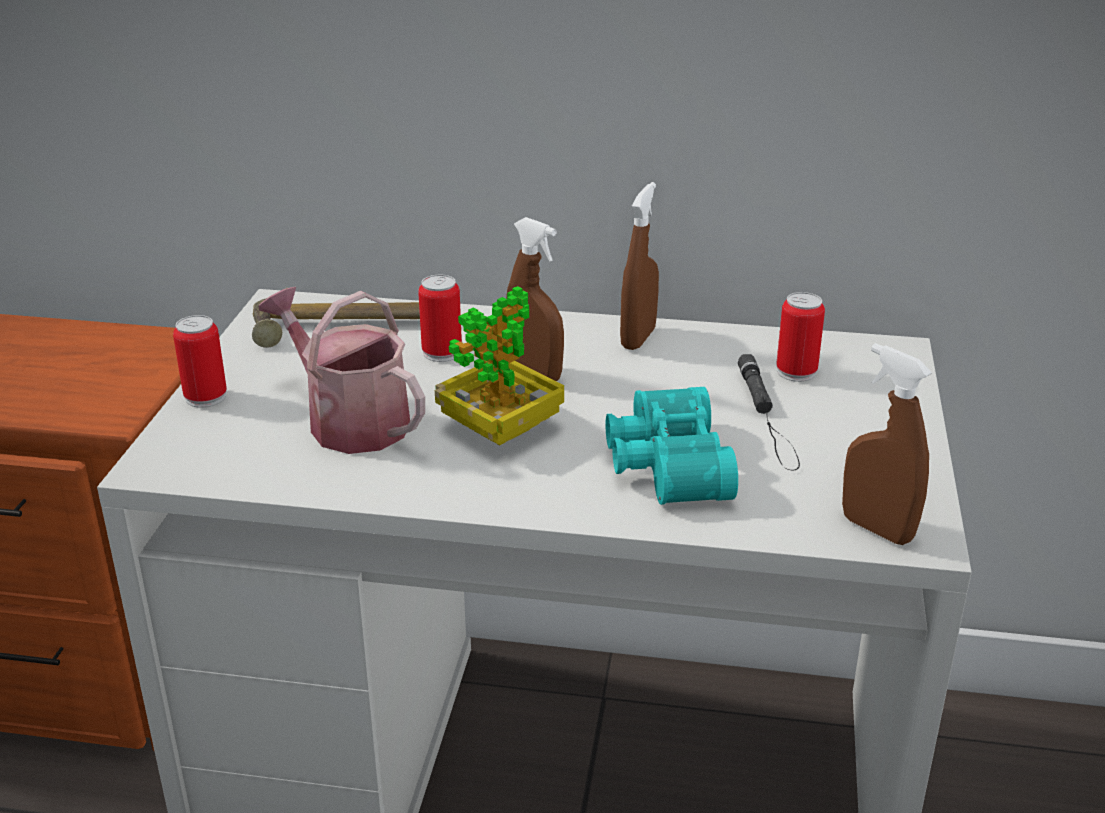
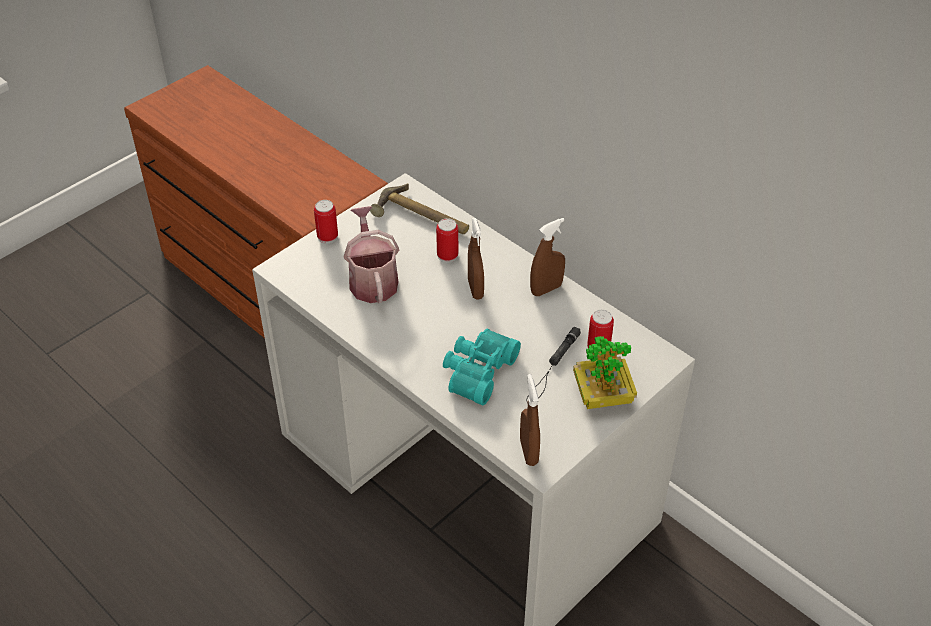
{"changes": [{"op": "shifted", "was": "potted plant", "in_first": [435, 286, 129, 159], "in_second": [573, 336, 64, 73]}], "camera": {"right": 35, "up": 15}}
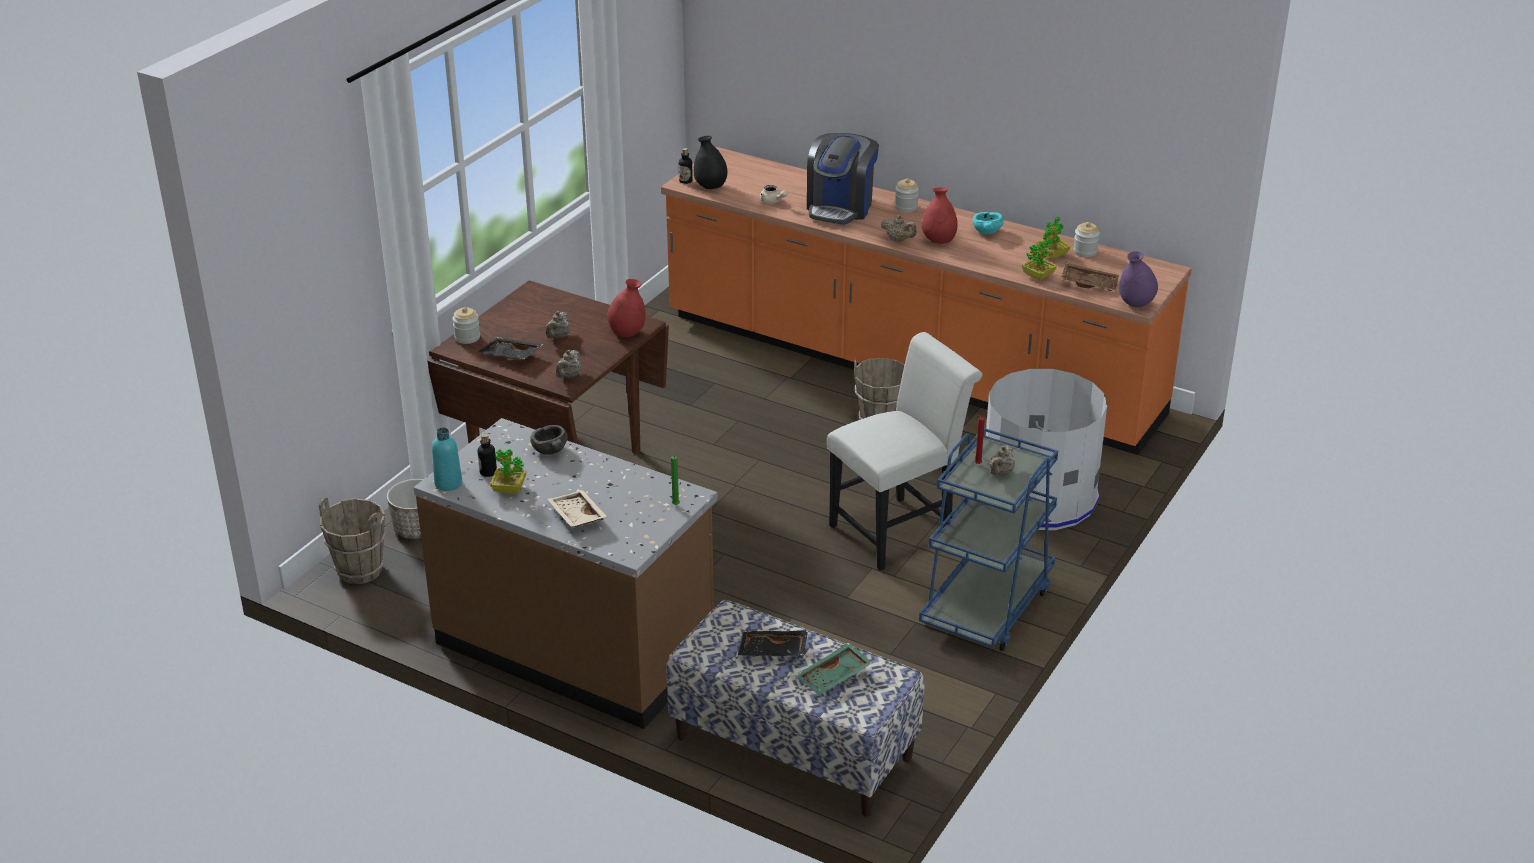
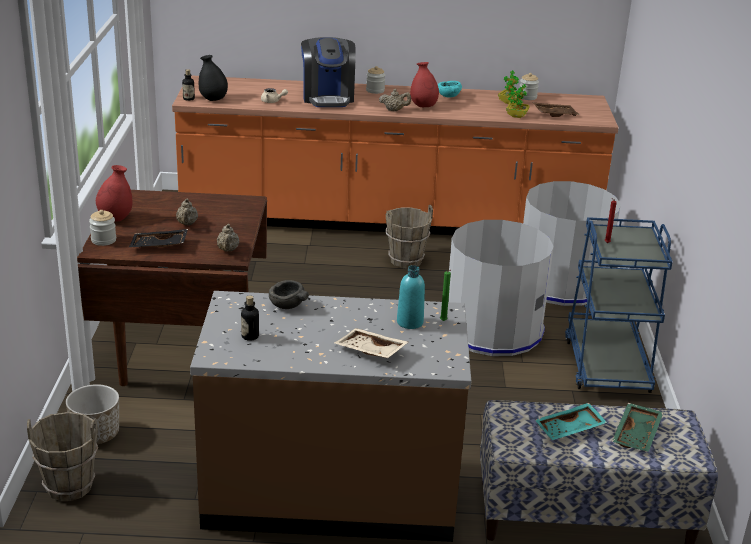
{"changes": [{"op": "shifted", "was": "bottle (turquoise)", "in_first": [432, 427, 30, 64], "in_second": [397, 265, 28, 64]}, {"op": "gone", "was": "potted plant", "in_first": [490, 449, 36, 45]}, {"op": "shifted", "was": "vase (red)", "in_first": [607, 279, 38, 58], "in_second": [96, 165, 36, 57]}, {"op": "repainted", "was": "tray (black)", "now": "tray (turquoise)", "in_first": [738, 630, 70, 27], "in_second": [535, 403, 72, 37]}, {"op": "swapped", "was": "chair (white)", "now": "trash can (grey)", "in_first": [827, 332, 156, 239], "in_second": [448, 220, 106, 136]}, {"op": "gone", "was": "teapot (beige)", "in_first": [989, 445, 26, 31]}, {"op": "gone", "was": "vase (purple)", "in_first": [1119, 251, 39, 56]}], "camera": {"right": -30, "up": -5}}
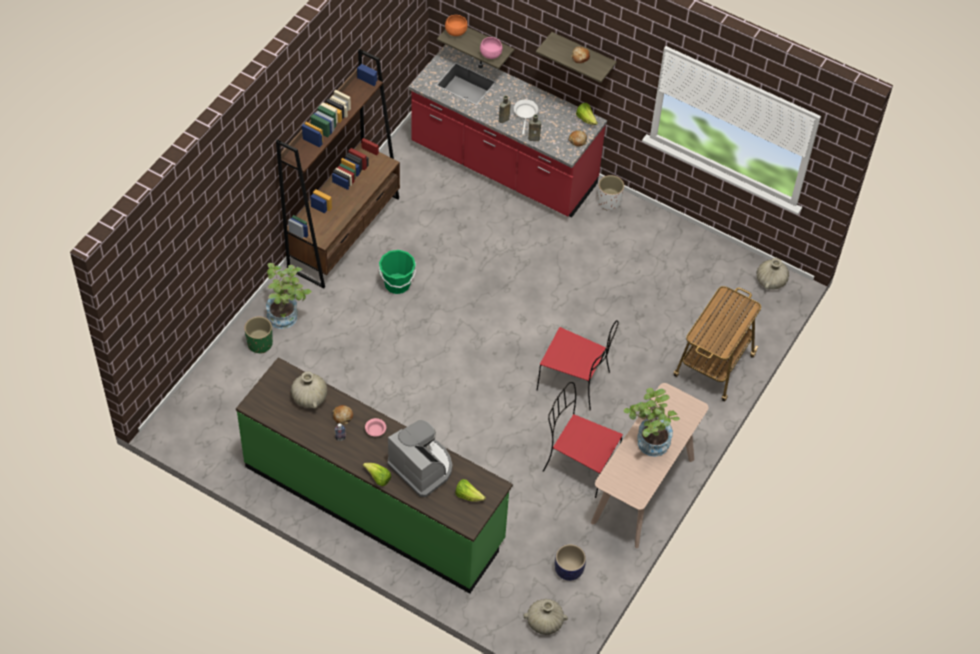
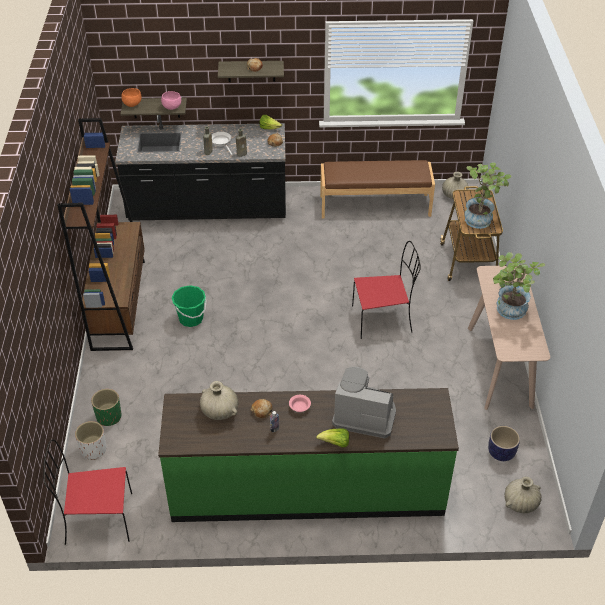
{"changes": [{"op": "shifted", "was": "potted plant", "in_first": [266, 263, 46, 66], "in_second": [465, 162, 46, 67]}, {"op": "repainted", "was": "counter (red)", "now": "counter (black)", "in_first": [408, 44, 199, 174], "in_second": [115, 115, 171, 106]}, {"op": "gone", "was": "lettuce", "in_first": [455, 479, 31, 23]}, {"op": "shifted", "was": "chair (red)", "in_first": [543, 382, 80, 116], "in_second": [43, 439, 89, 106]}, {"op": "shifted", "was": "planter (white)", "in_first": [597, 175, 27, 35], "in_second": [75, 421, 31, 39]}, {"op": "new", "now": "bench (brown)", "in_second": [320, 160, 115, 59]}], "camera": {"right": -30, "up": -10}}
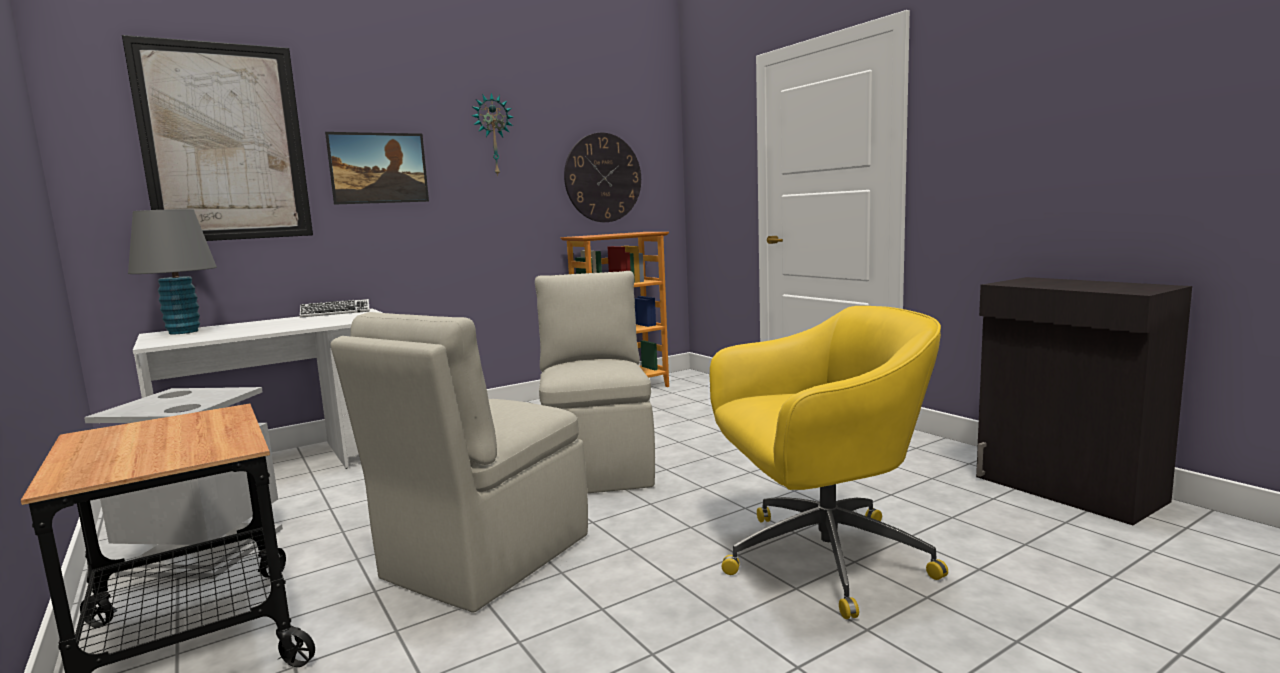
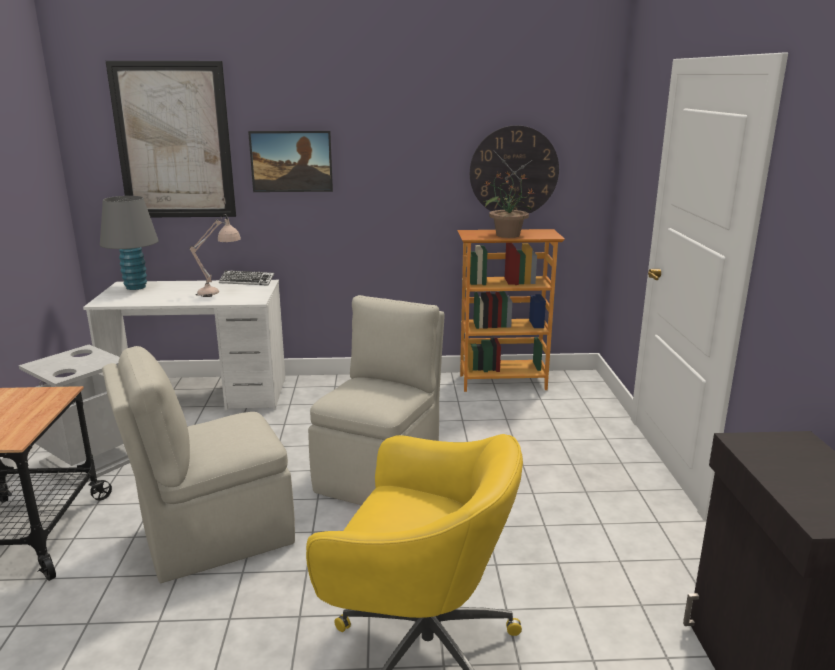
{"changes": [{"op": "gone", "was": "wall clock", "in_first": [471, 93, 42, 84]}, {"op": "new", "now": "table lamp (beige)", "in_second": [190, 214, 51, 83]}, {"op": "new", "now": "potted plant", "in_second": [483, 171, 51, 67]}], "camera": {"right": 30, "up": 10}}
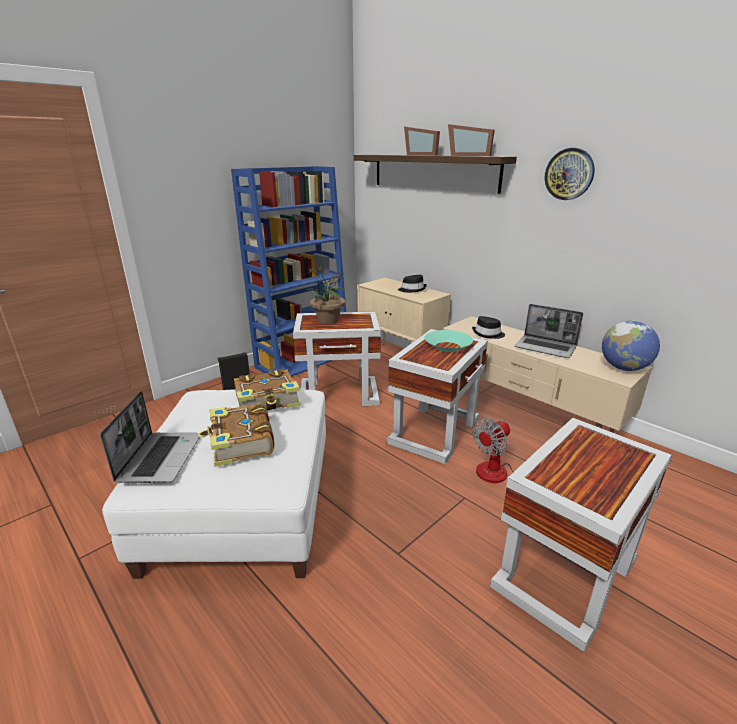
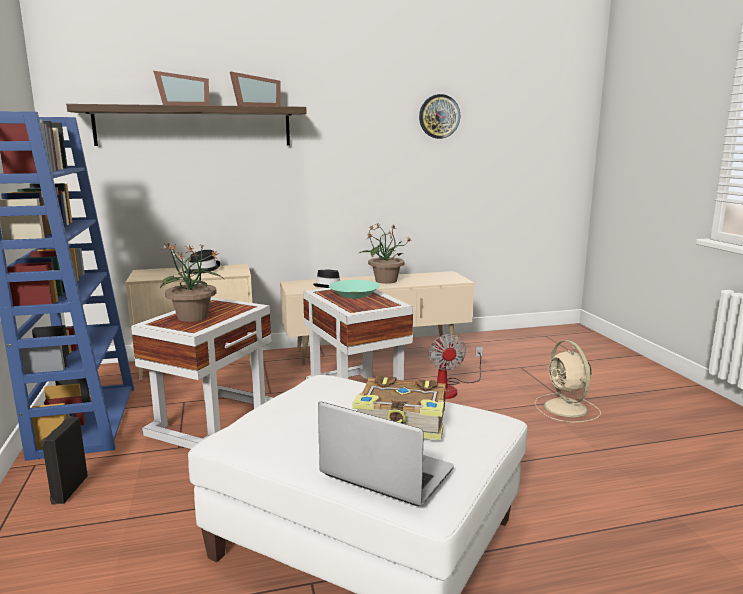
{"changes": [{"op": "gone", "was": "book", "in_first": [234, 369, 67, 41]}, {"op": "swapped", "was": "side table (white)", "now": "fan (beige)", "in_first": [490, 418, 182, 234], "in_second": [534, 340, 67, 82]}, {"op": "swapped", "was": "laptop", "now": "potted plant", "in_first": [515, 304, 68, 54], "in_second": [360, 224, 51, 60]}, {"op": "shifted", "was": "wall clock", "in_first": [544, 148, 51, 52], "in_second": [419, 94, 41, 45]}, {"op": "gone", "was": "globe", "in_first": [602, 320, 58, 51]}], "camera": {"right": -60, "up": -10}}
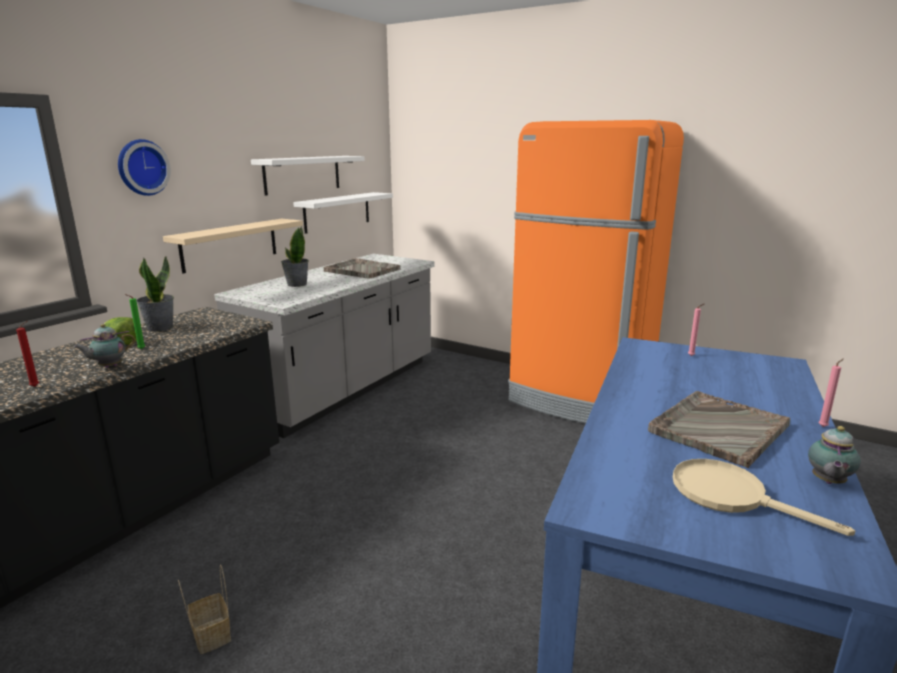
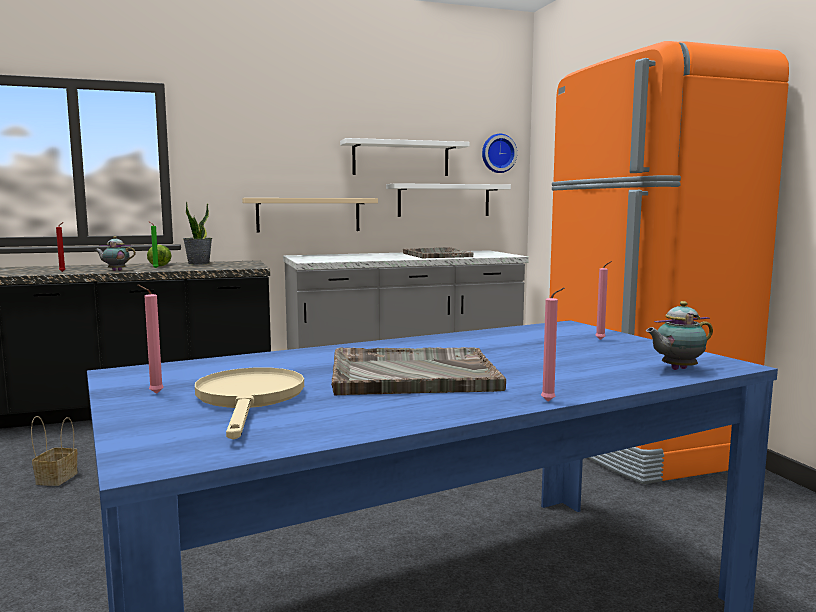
{"changes": [{"op": "shifted", "was": "wall clock", "in_first": [118, 139, 53, 57], "in_second": [482, 134, 35, 39]}, {"op": "gone", "was": "potted plant", "in_first": [281, 226, 28, 61]}, {"op": "shifted", "was": "teapot", "in_first": [808, 426, 53, 58], "in_second": [646, 301, 67, 69]}, {"op": "new", "now": "candle (pink)", "in_second": [137, 284, 27, 110]}], "camera": {"right": 40, "up": -10}}
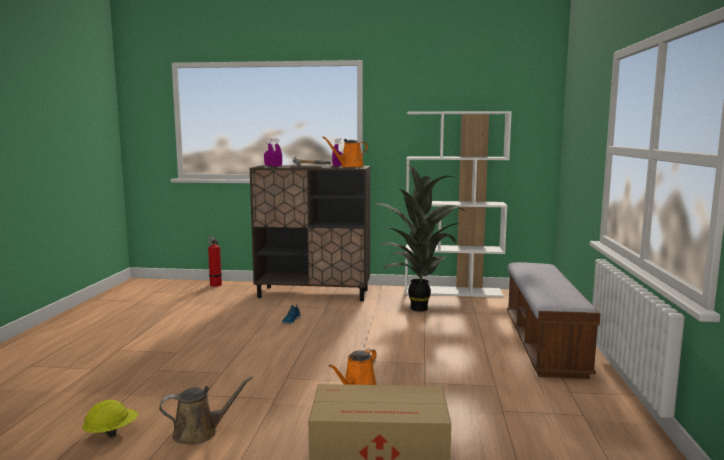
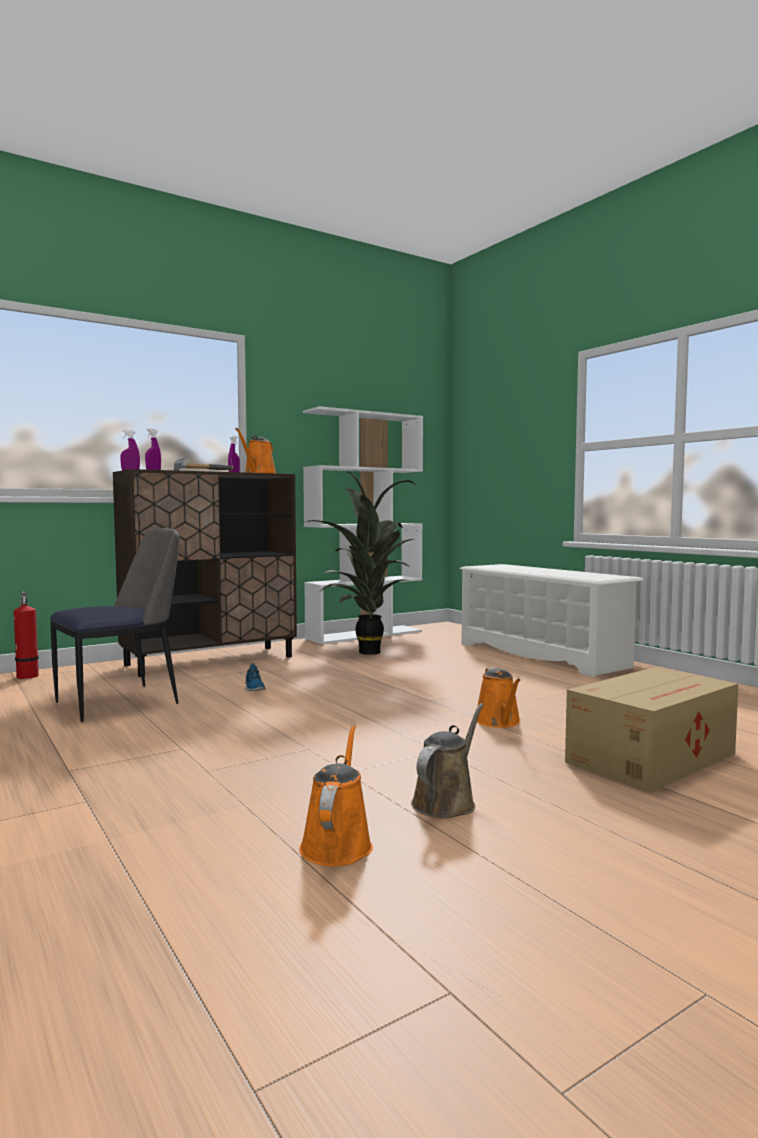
{"changes": [{"op": "swapped", "was": "hard hat (yellow)", "now": "watering can (orange)", "in_first": [82, 400, 56, 38], "in_second": [299, 725, 74, 141]}, {"op": "swapped", "was": "bench", "now": "shoe rack (white)", "in_first": [507, 262, 94, 117], "in_second": [460, 564, 184, 113]}, {"op": "new", "now": "chair", "in_second": [50, 528, 129, 194]}], "camera": {"right": -40, "up": -5}}
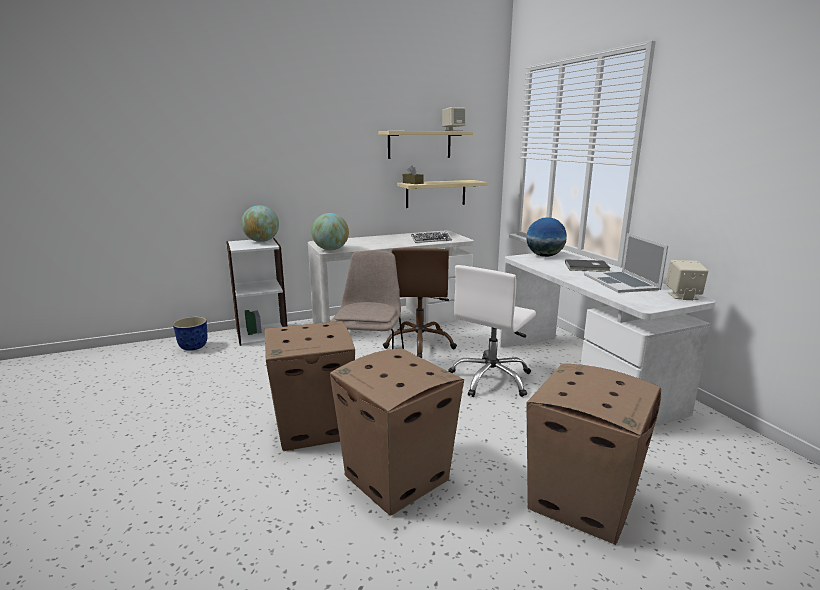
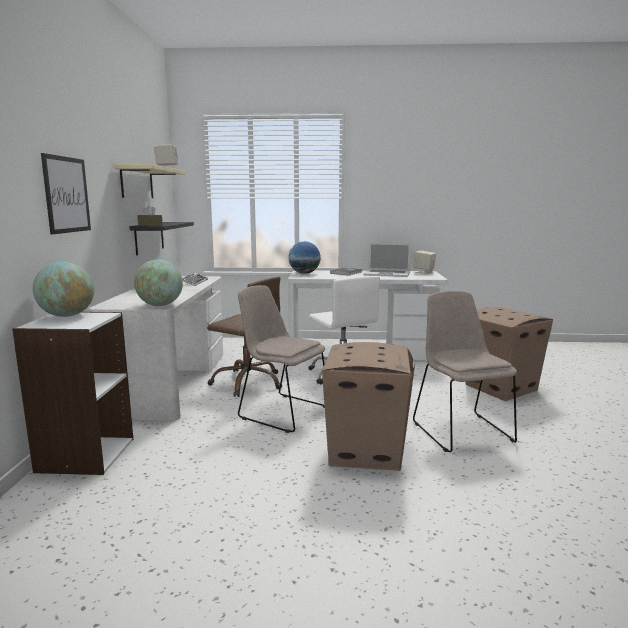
{"changes": [{"op": "gone", "was": "planter", "in_first": [173, 317, 35, 34]}, {"op": "swapped", "was": "cardboard box", "now": "chair (beige)", "in_first": [330, 348, 134, 168], "in_second": [413, 291, 104, 161]}, {"op": "repainted", "was": "shelf (beige)", "now": "shelf (black)", "in_first": [397, 180, 91, 28], "in_second": [129, 222, 65, 33]}, {"op": "new", "now": "picture", "in_second": [41, 153, 50, 81]}], "camera": {"right": -65, "up": -5}}
